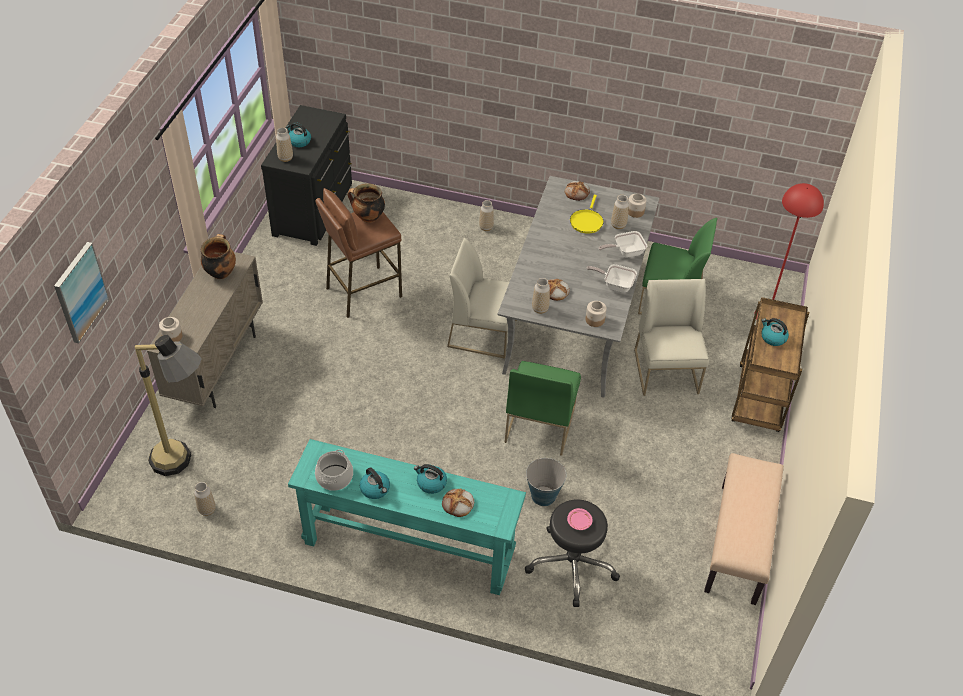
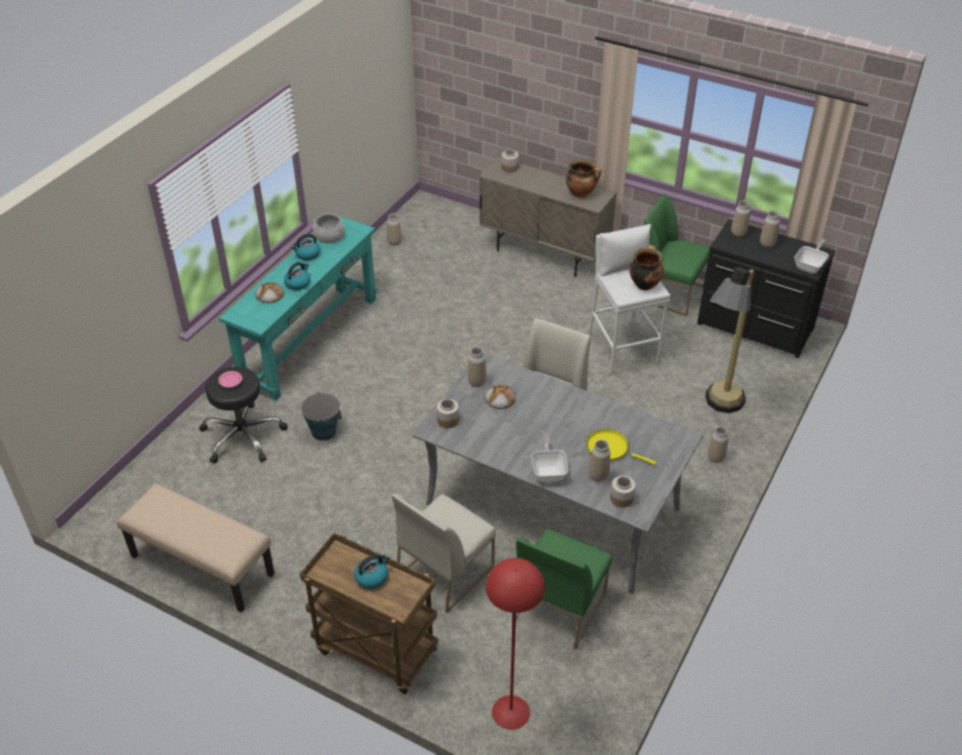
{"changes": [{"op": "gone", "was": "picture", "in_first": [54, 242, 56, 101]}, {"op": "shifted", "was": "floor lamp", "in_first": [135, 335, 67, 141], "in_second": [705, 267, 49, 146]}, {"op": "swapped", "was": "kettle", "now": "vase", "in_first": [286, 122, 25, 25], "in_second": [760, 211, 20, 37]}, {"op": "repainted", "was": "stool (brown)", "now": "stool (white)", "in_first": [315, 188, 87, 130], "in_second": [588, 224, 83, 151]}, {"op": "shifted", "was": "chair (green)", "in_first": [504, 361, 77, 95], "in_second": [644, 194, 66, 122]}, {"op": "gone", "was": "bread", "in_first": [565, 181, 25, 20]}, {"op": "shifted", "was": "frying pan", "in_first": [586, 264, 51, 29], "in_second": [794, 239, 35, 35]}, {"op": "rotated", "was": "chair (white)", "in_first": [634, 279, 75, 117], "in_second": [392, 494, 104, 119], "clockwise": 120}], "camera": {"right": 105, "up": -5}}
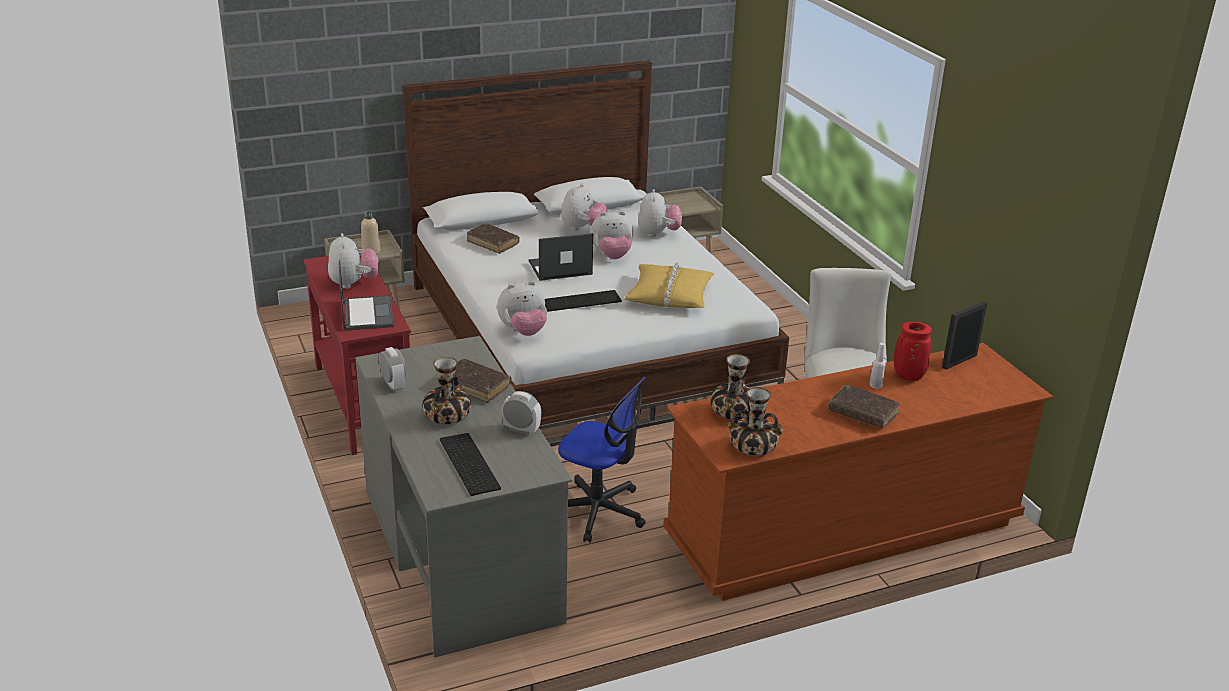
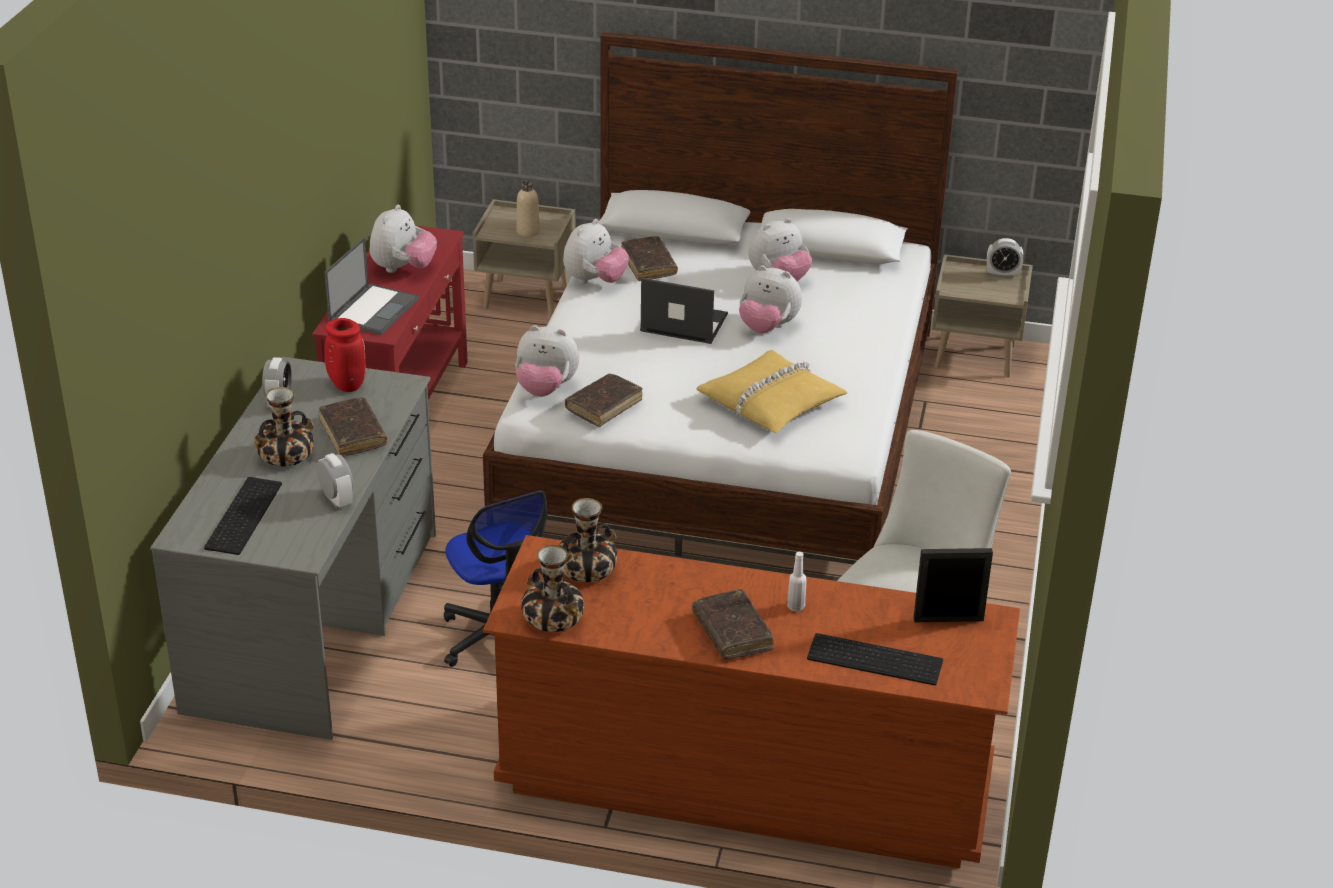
{"changes": [{"op": "shifted", "was": "keyboard", "in_first": [545, 290, 77, 22], "in_second": [807, 633, 136, 52]}, {"op": "shifted", "was": "plush toy", "in_first": [638, 189, 44, 48], "in_second": [563, 219, 66, 65]}, {"op": "shifted", "was": "vase (red)", "in_first": [894, 322, 38, 59], "in_second": [325, 318, 41, 74]}, {"op": "new", "now": "book (brown)", "in_second": [565, 374, 78, 53]}, {"op": "new", "now": "alarm clock", "in_second": [987, 238, 36, 40]}], "camera": {"right": 35, "up": 5}}
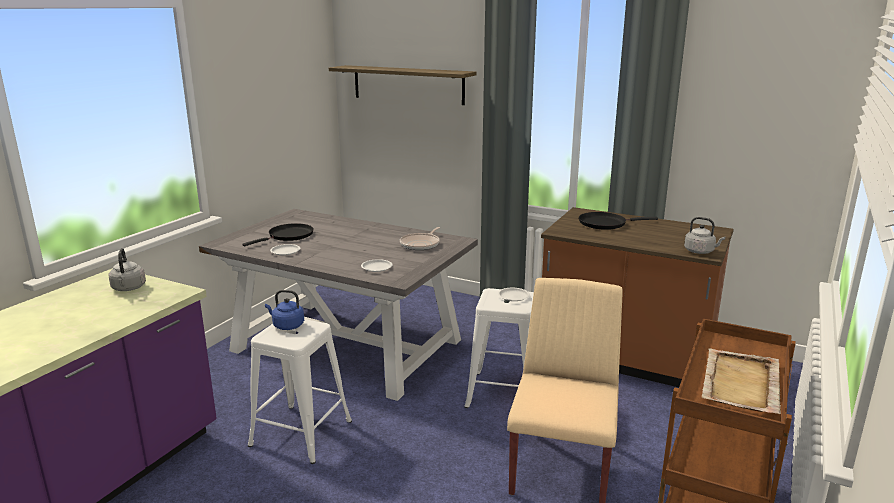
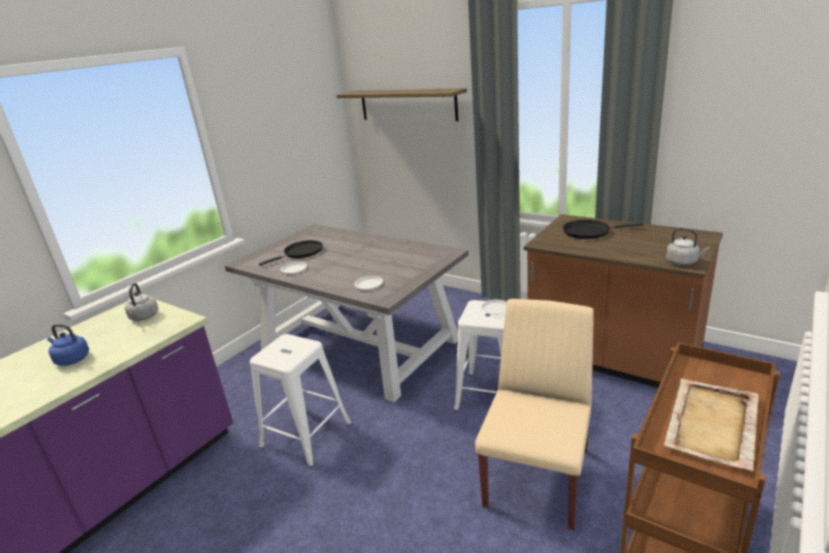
{"changes": [{"op": "shifted", "was": "kettle (blue)", "in_first": [265, 290, 39, 40], "in_second": [47, 324, 42, 42]}, {"op": "gone", "was": "frying pan", "in_first": [400, 227, 40, 23]}], "camera": {"right": 10, "up": 5}}
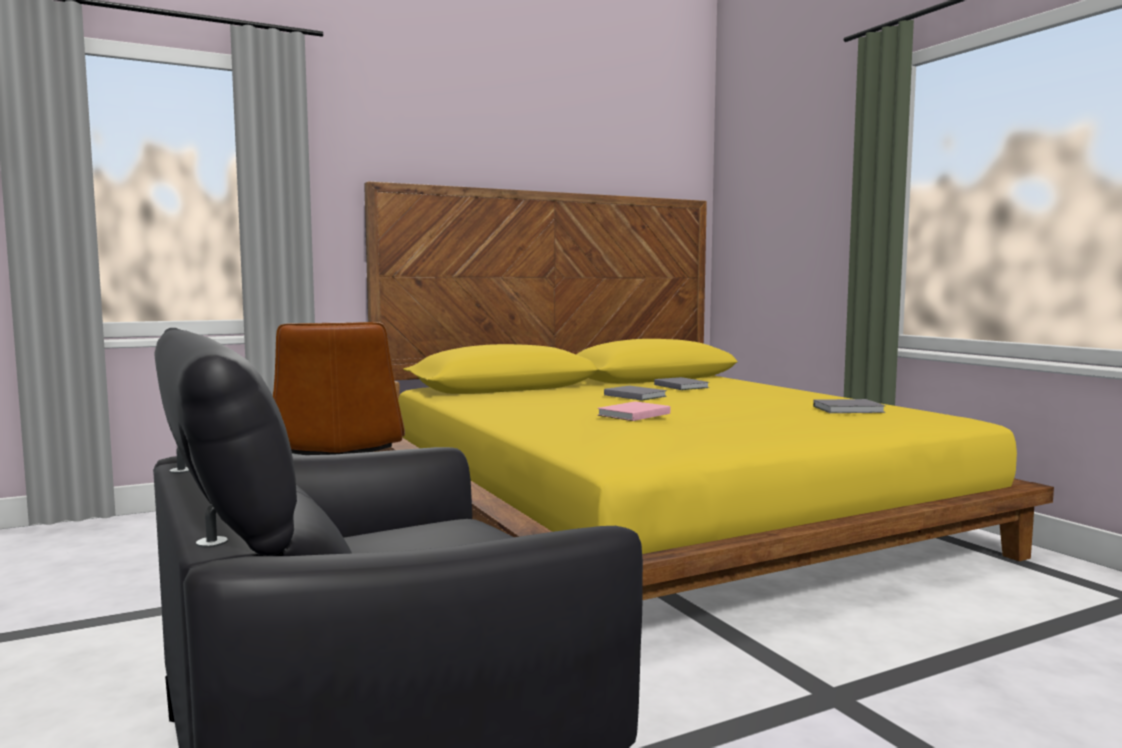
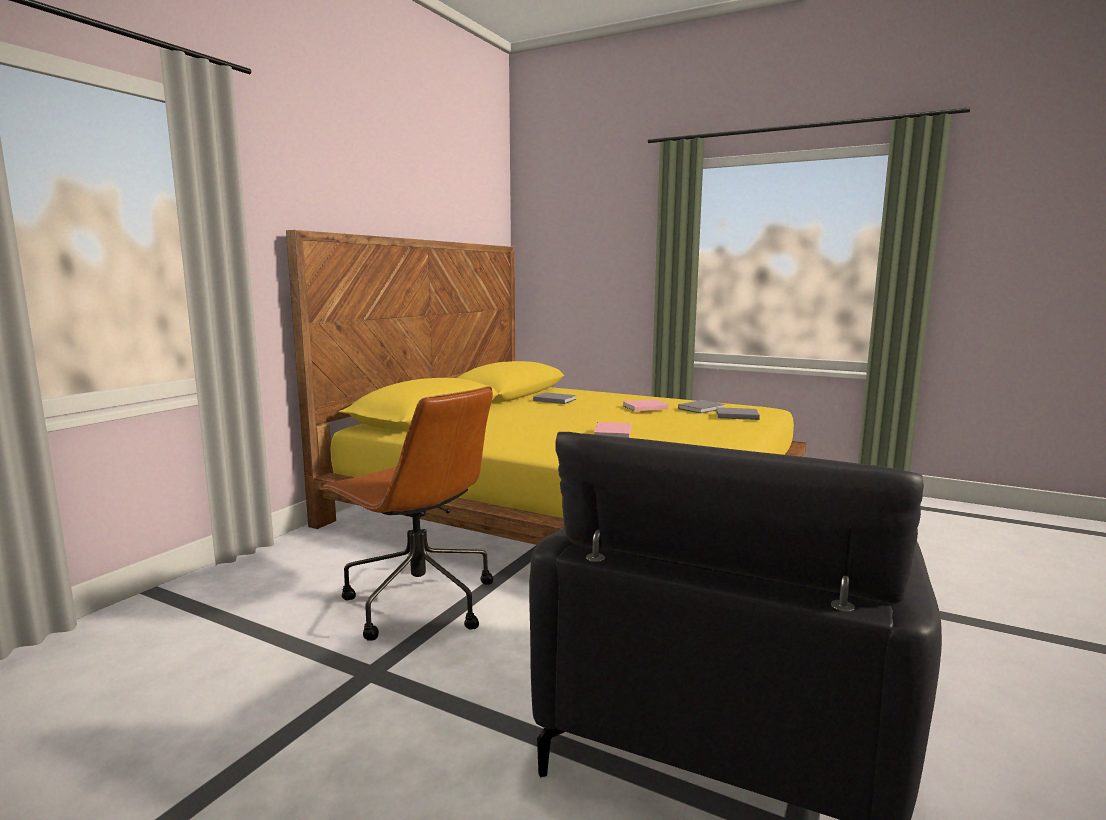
{"changes": [{"op": "shifted", "was": "book (grey)", "in_first": [604, 386, 63, 15], "in_second": [716, 407, 44, 13]}, {"op": "new", "now": "book (pink)", "in_second": [622, 399, 47, 12]}], "camera": {"right": -35, "up": 5}}
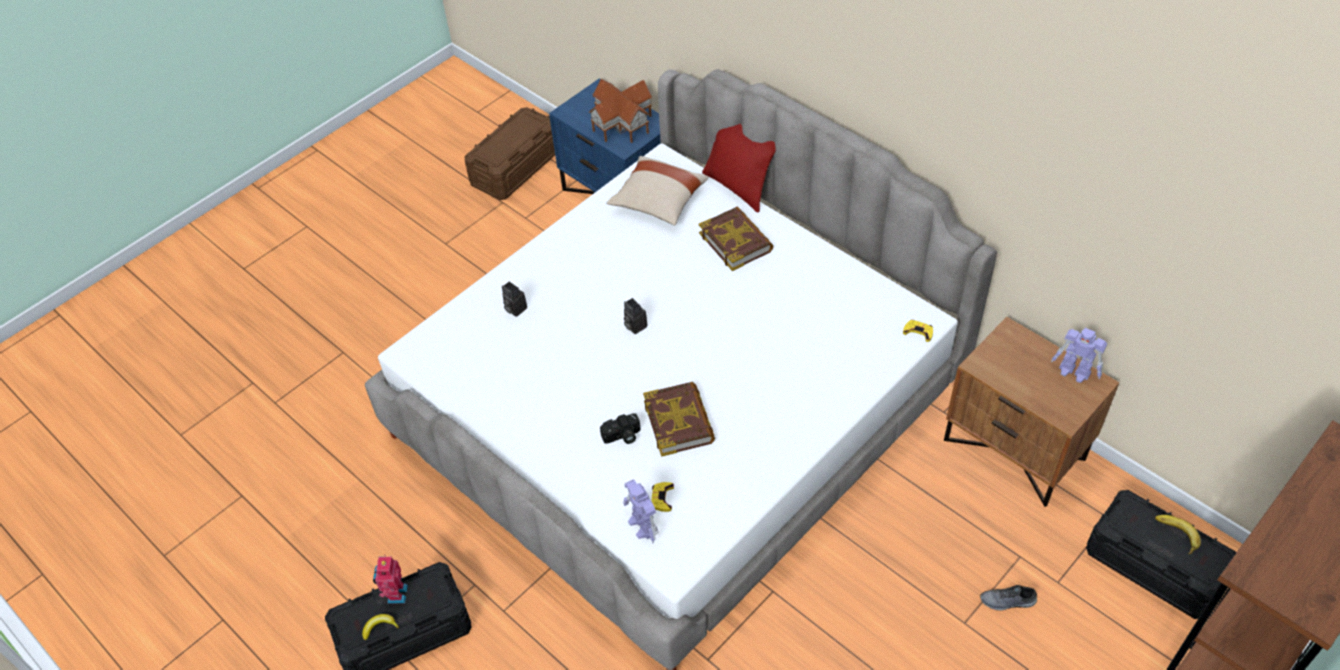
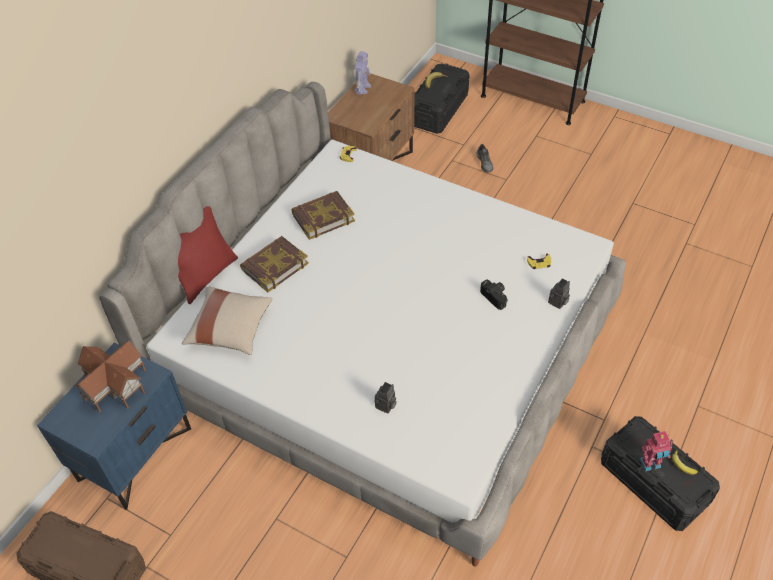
{"changes": [{"op": "gone", "was": "toy robot", "in_first": [623, 480, 36, 63]}, {"op": "shifted", "was": "photo camera", "in_first": [624, 298, 23, 36], "in_second": [548, 278, 22, 31]}, {"op": "shifted", "was": "book", "in_first": [643, 382, 72, 75], "in_second": [292, 191, 63, 49]}], "camera": {"right": -105, "up": 0}}
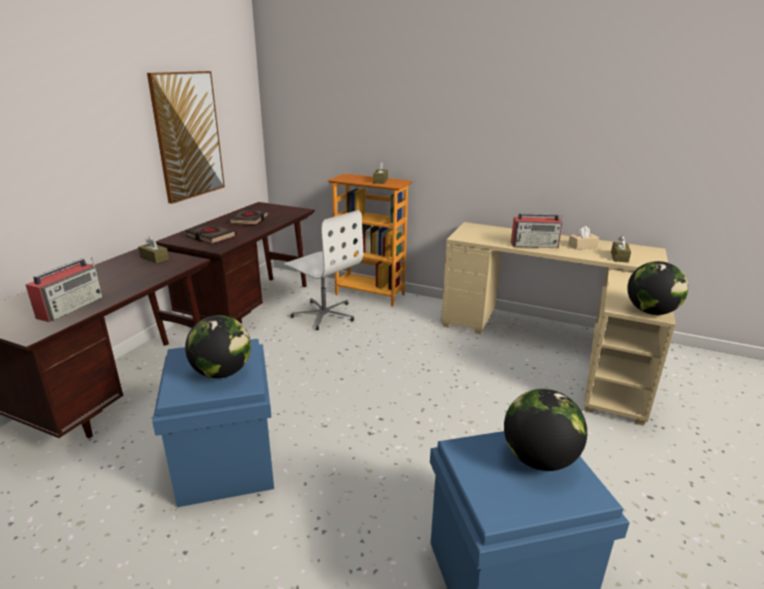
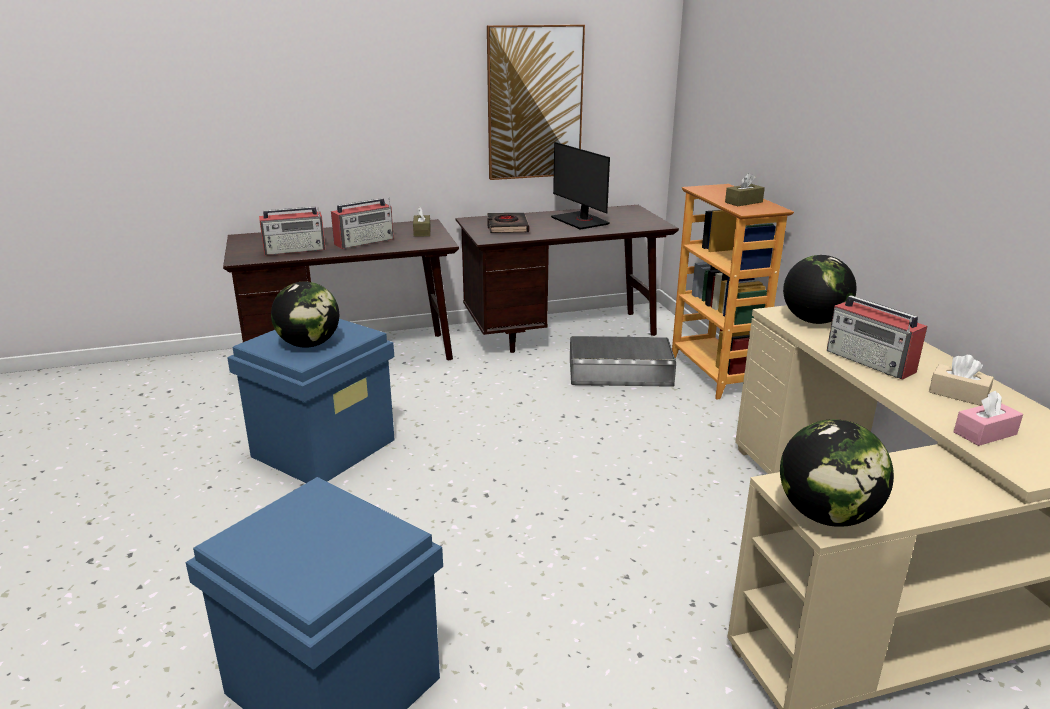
{"changes": [{"op": "swapped", "was": "book (black)", "now": "monitor", "in_first": [228, 209, 41, 16], "in_second": [551, 142, 59, 88]}, {"op": "swapped", "was": "office chair (white)", "now": "storage box (grey)", "in_first": [284, 210, 79, 120], "in_second": [570, 336, 106, 51]}, {"op": "shifted", "was": "globe", "in_first": [504, 389, 83, 82], "in_second": [783, 255, 74, 69]}, {"op": "repainted", "was": "tissue box (brown)", "now": "tissue box (pink)", "in_first": [611, 236, 20, 27], "in_second": [954, 391, 69, 55]}, {"op": "new", "now": "radio", "in_second": [331, 198, 63, 51]}], "camera": {"right": 50, "up": 0}}
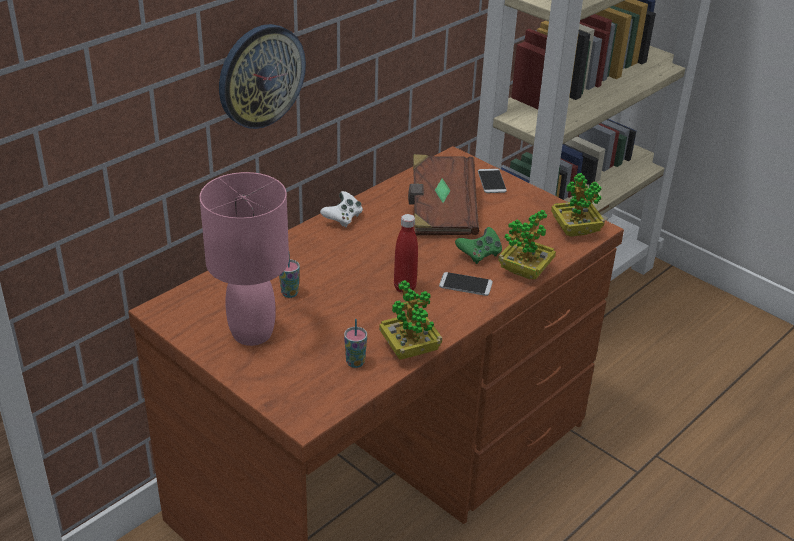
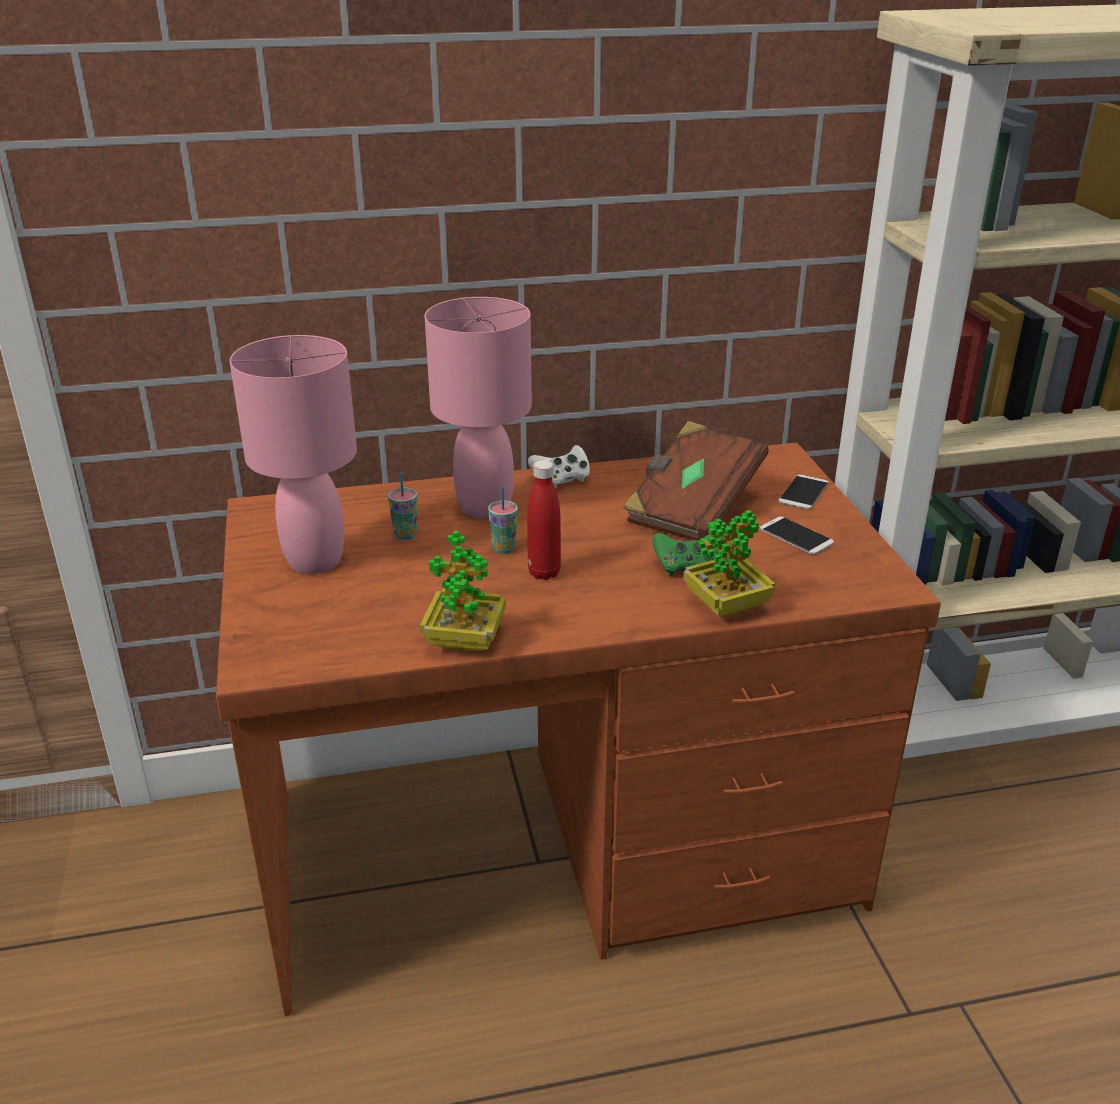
{"changes": [{"op": "gone", "was": "wall clock", "in_first": [219, 24, 87, 105]}, {"op": "shifted", "was": "cup", "in_first": [344, 319, 23, 49], "in_second": [488, 486, 30, 68]}, {"op": "shifted", "was": "phone", "in_first": [439, 272, 54, 24], "in_second": [760, 517, 74, 38]}, {"op": "gone", "was": "potted plant", "in_first": [551, 173, 54, 64]}, {"op": "new", "now": "table lamp (pink)", "in_second": [424, 297, 108, 222]}], "camera": {"right": 35, "up": -5}}
